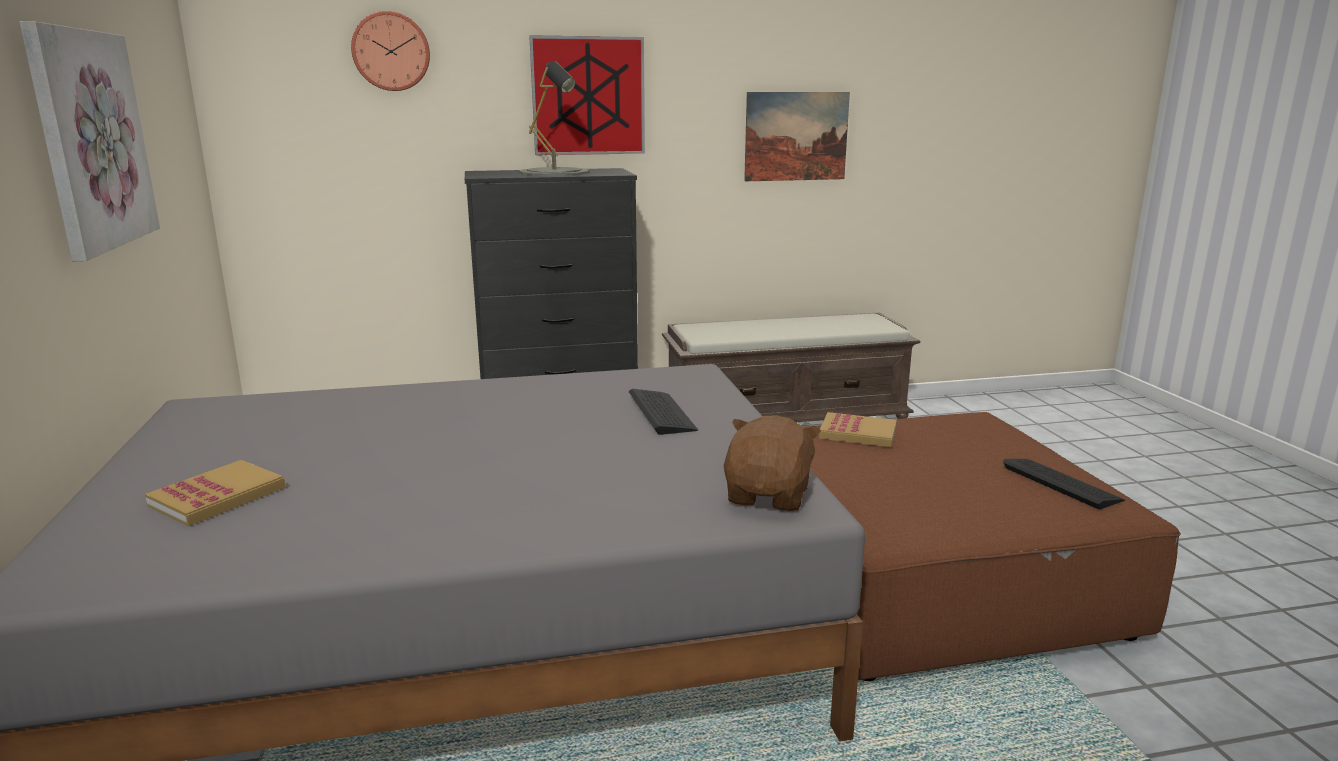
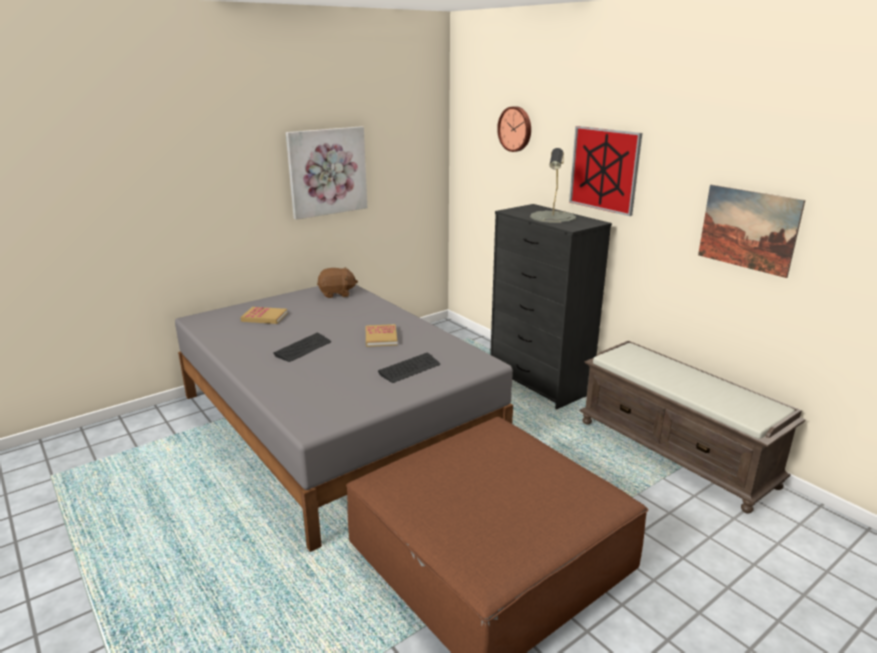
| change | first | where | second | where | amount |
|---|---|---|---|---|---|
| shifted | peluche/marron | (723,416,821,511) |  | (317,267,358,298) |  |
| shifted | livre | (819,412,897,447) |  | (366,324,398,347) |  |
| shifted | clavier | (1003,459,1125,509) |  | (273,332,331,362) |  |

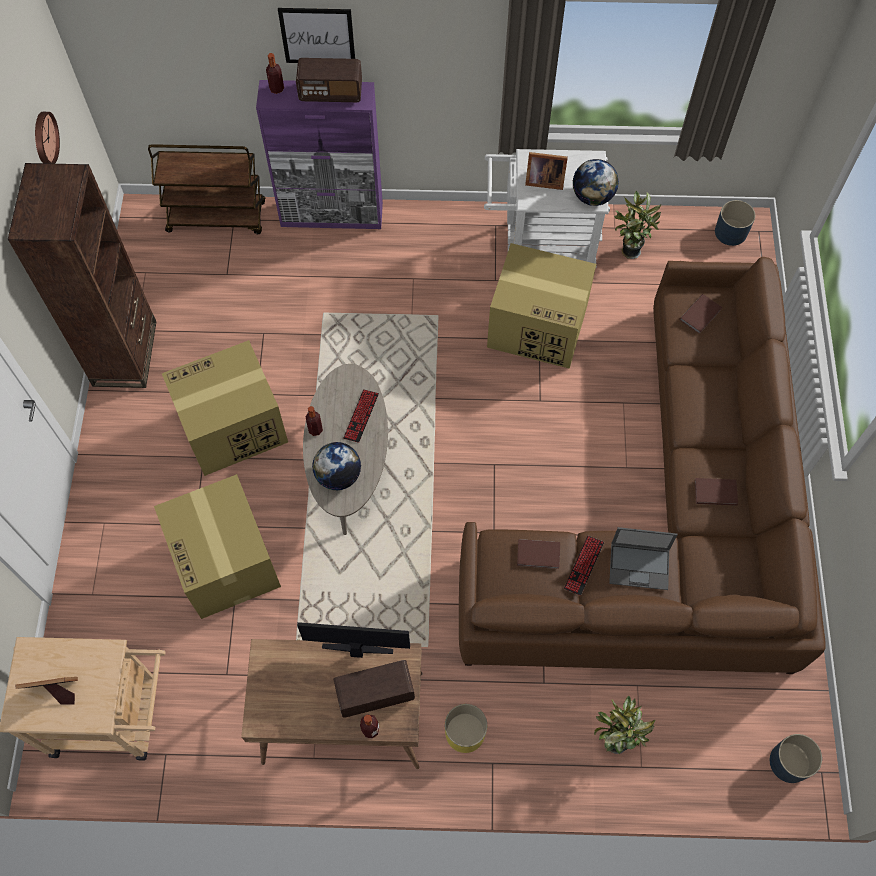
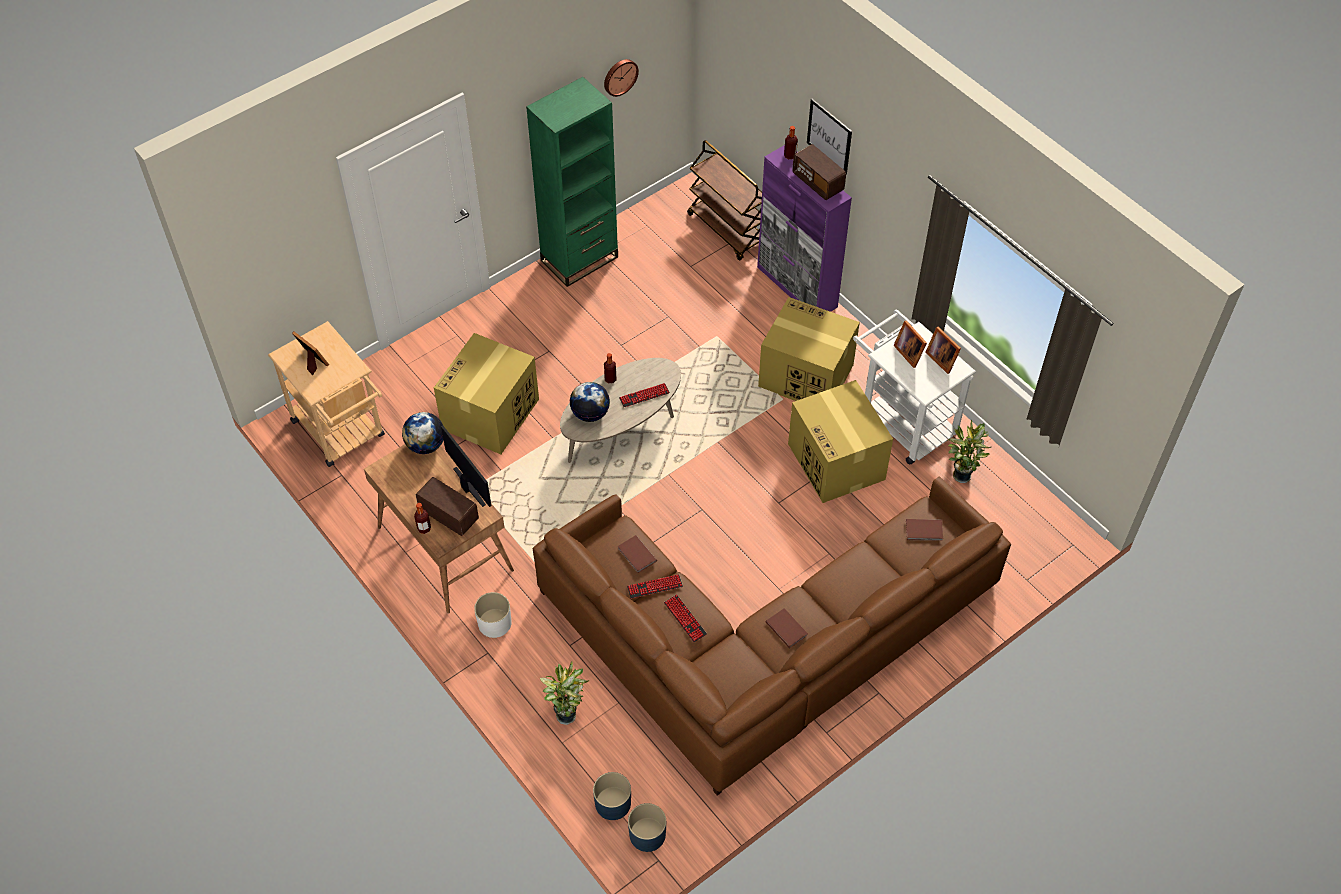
| change | first | where | second | where | amount |
|---|---|---|---|---|---|
| new |  |  | cadre photo | (925,327,961,374) |  |
| shifted | carton | (162,340,288,476) |  | (758,297,860,401) |  |
| shifted | globe | (573,159,619,206) |  | (402,412,443,454) |  |
| shifted | cache-pot/bleu | (715,200,755,246) |  | (593,772,631,820) |  |
| swapped | ordinateur portable | (609,527,678,590) | clavier | (664,594,707,642) |  |
| repainted | bibliothèque/marron | (7,163,156,388) | bibliothèque/vert | (526,77,618,287) |  |
| repainted | cache-pot/jaune | (445,704,487,753) | cache-pot/blanc | (474,592,512,638) |  |

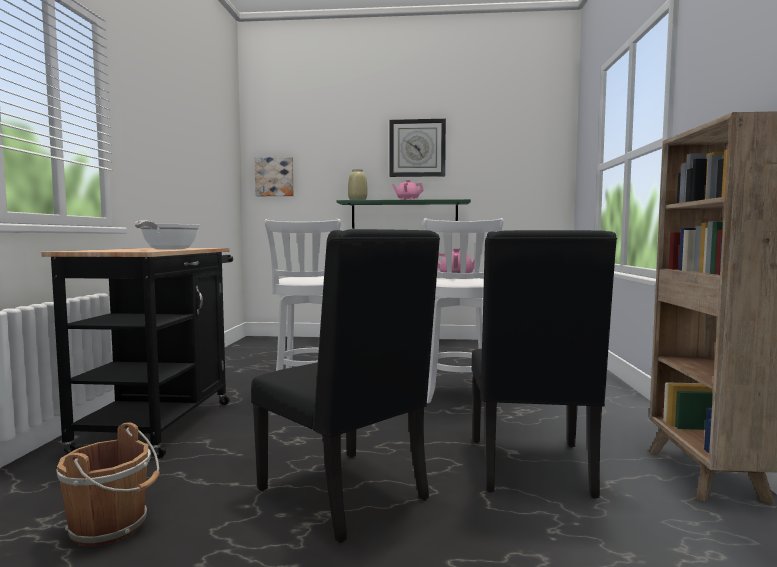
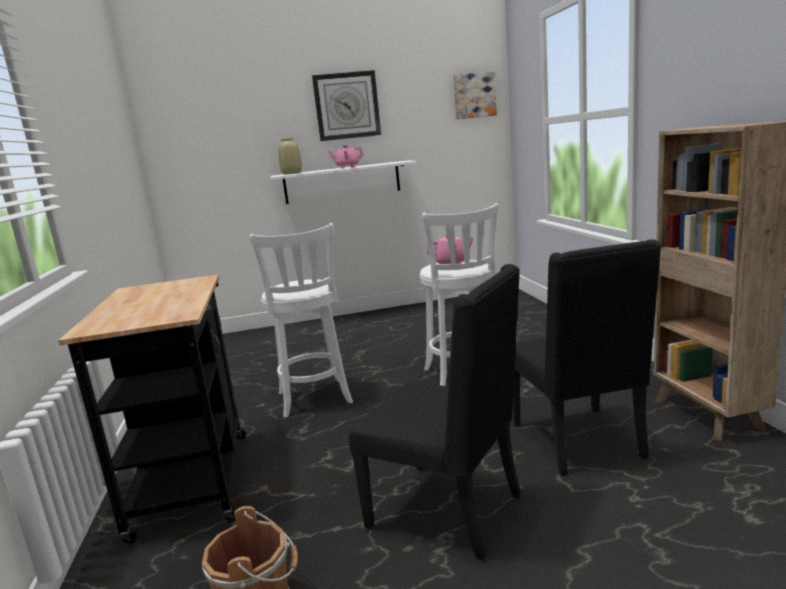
| change | first | where | second | where | amount |
|---|---|---|---|---|---|
| gone | poêle | (134,221,200,249) |  |  |  |
| shifted | tableau | (255,157,294,196) |  | (453,71,497,119) |  |
| repainted | étagère/vert | (337,199,471,229) | étagère/blanc | (271,161,416,204) |  |

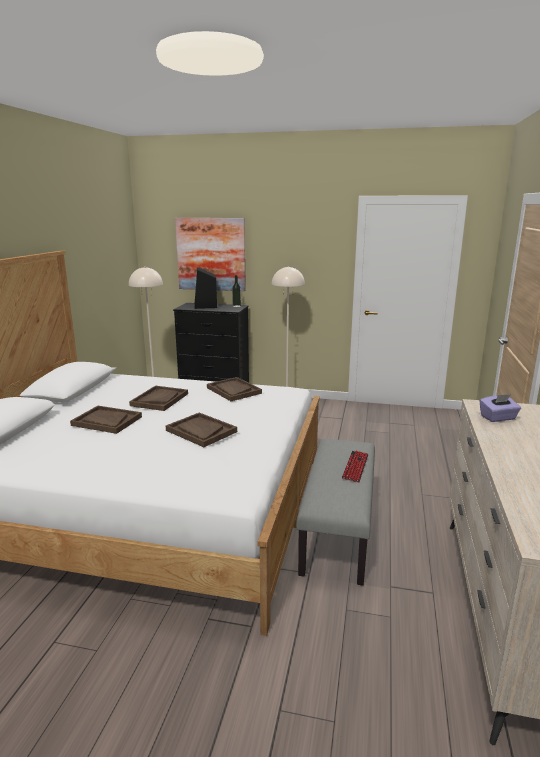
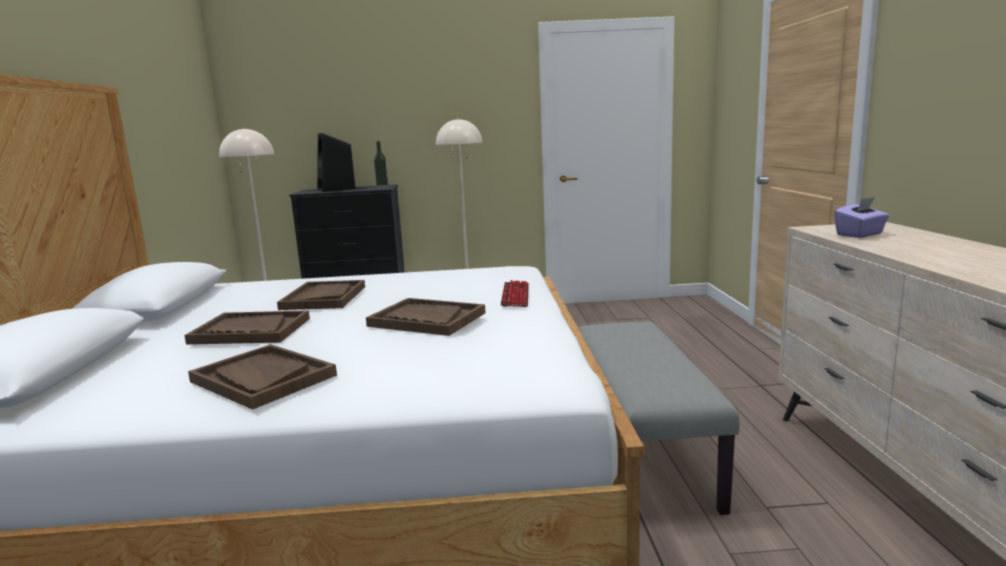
| change | first | where | second | where | amount |
|---|---|---|---|---|---|
| gone | tableau | (175,218,246,291) |  |  |  |
| shifted | plateau/marron | (207,377,262,401) |  | (188,344,337,410) |  |
| shifted | clavier | (342,451,368,482) |  | (501,280,529,307) |  |

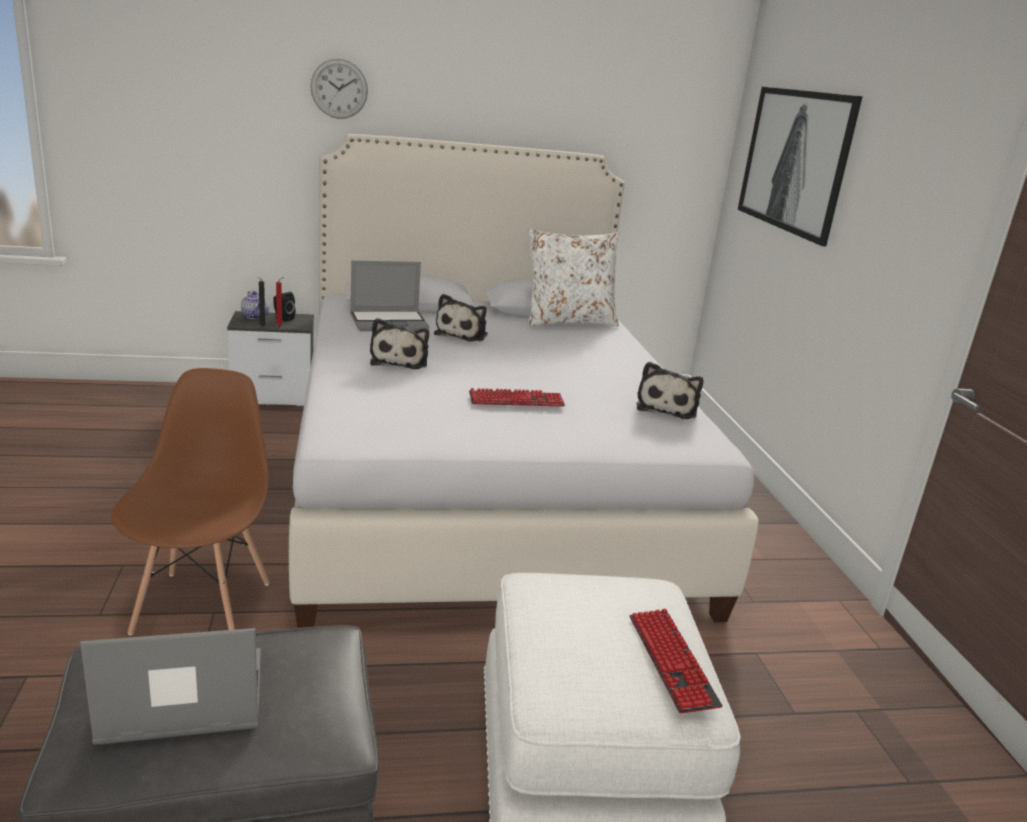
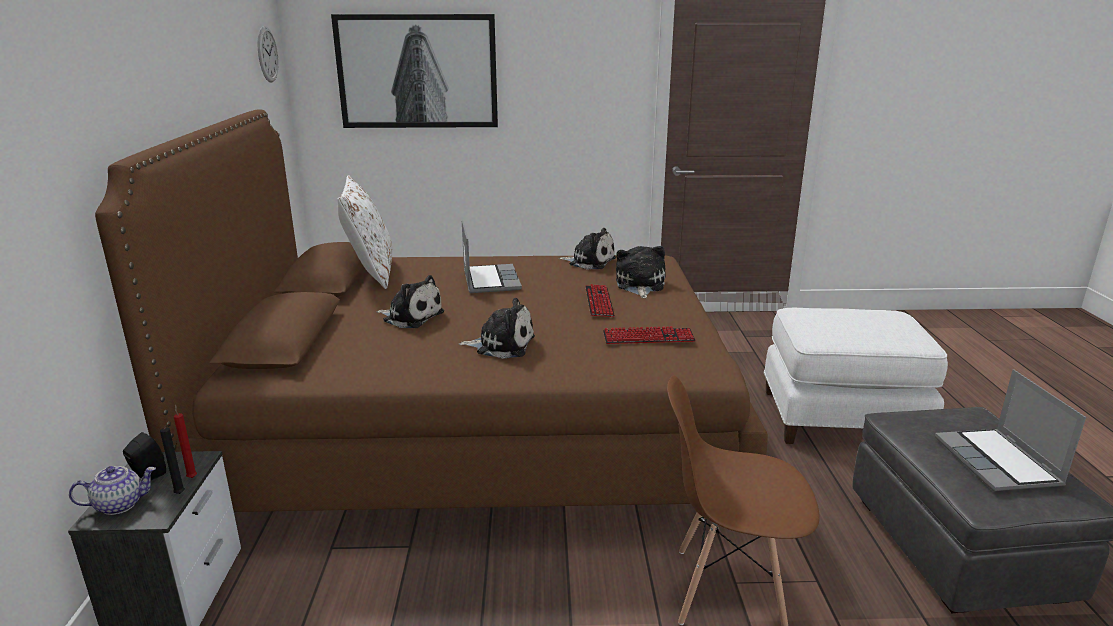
| change | first | where | second | where | amount |
|---|---|---|---|---|---|
| new |  |  | peluche | (616,246,666,298) |  |
| shifted | horloge murale | (310,59,368,119) |  | (258,26,279,82) |  |
| shifted | ordinateur portable | (350,261,429,331) |  | (462,220,522,293) |  |
| shifted | clavier | (629,608,723,714) |  | (603,326,696,344) |  |
| repainted | lit/blanc | (289,134,759,628) | lit/marron | (95,109,768,512) |  |

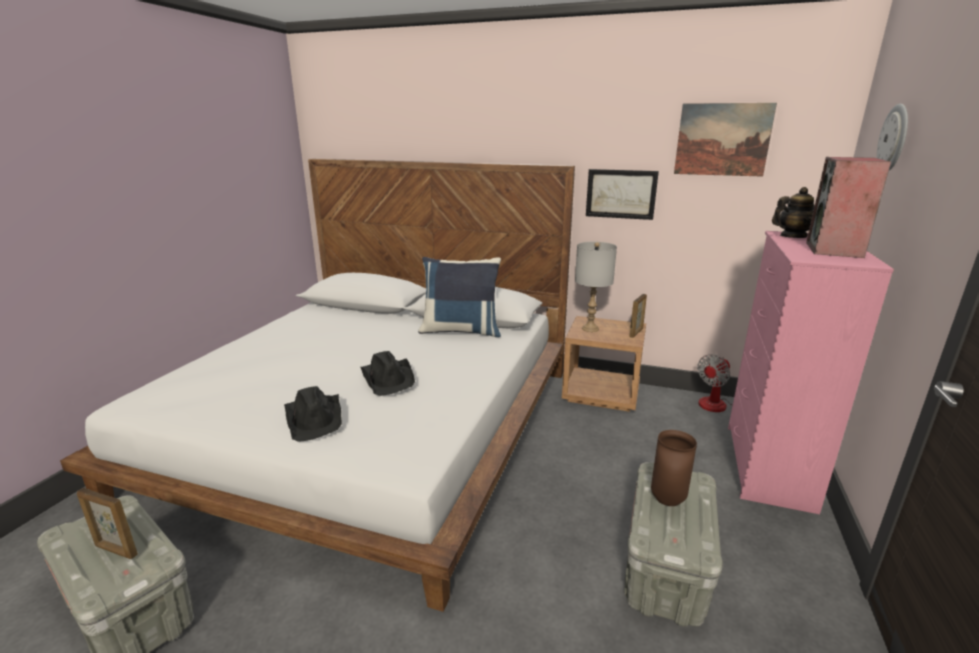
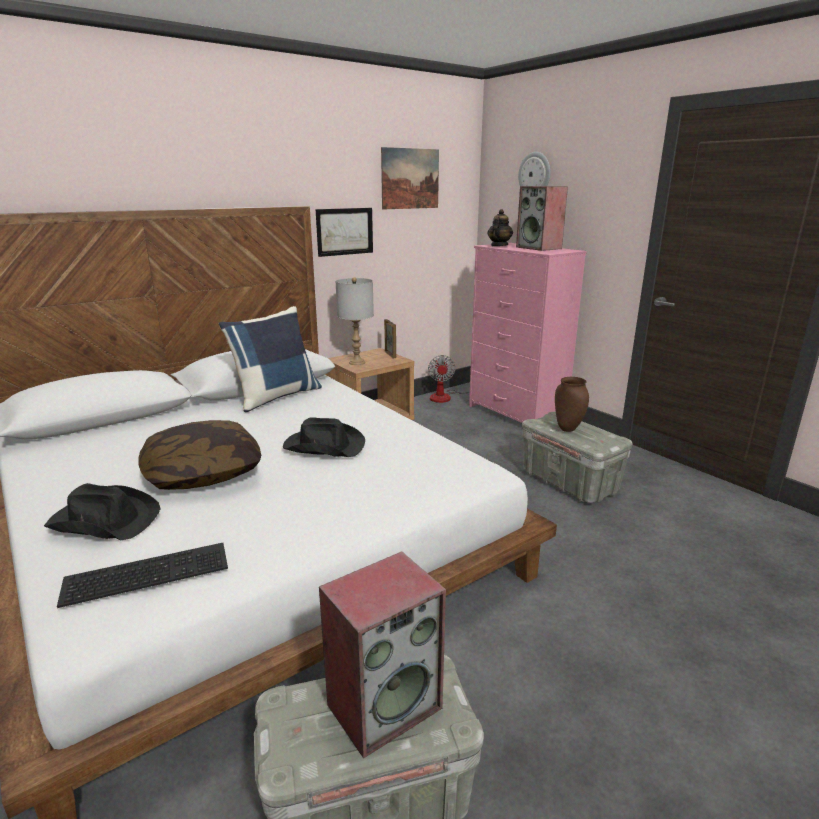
| change | first | where | second | where | amount |
|---|---|---|---|---|---|
| new |  |  | clavier | (57,543,228,608) |  |
| new |  |  | coussin | (139,420,261,490) |  |
| shifted | chapeau/noir | (284,386,342,442) |  | (44,483,161,540) |  |
| swapped | cadre photo | (77,488,138,559) | enceinte | (319,552,446,759) |  |

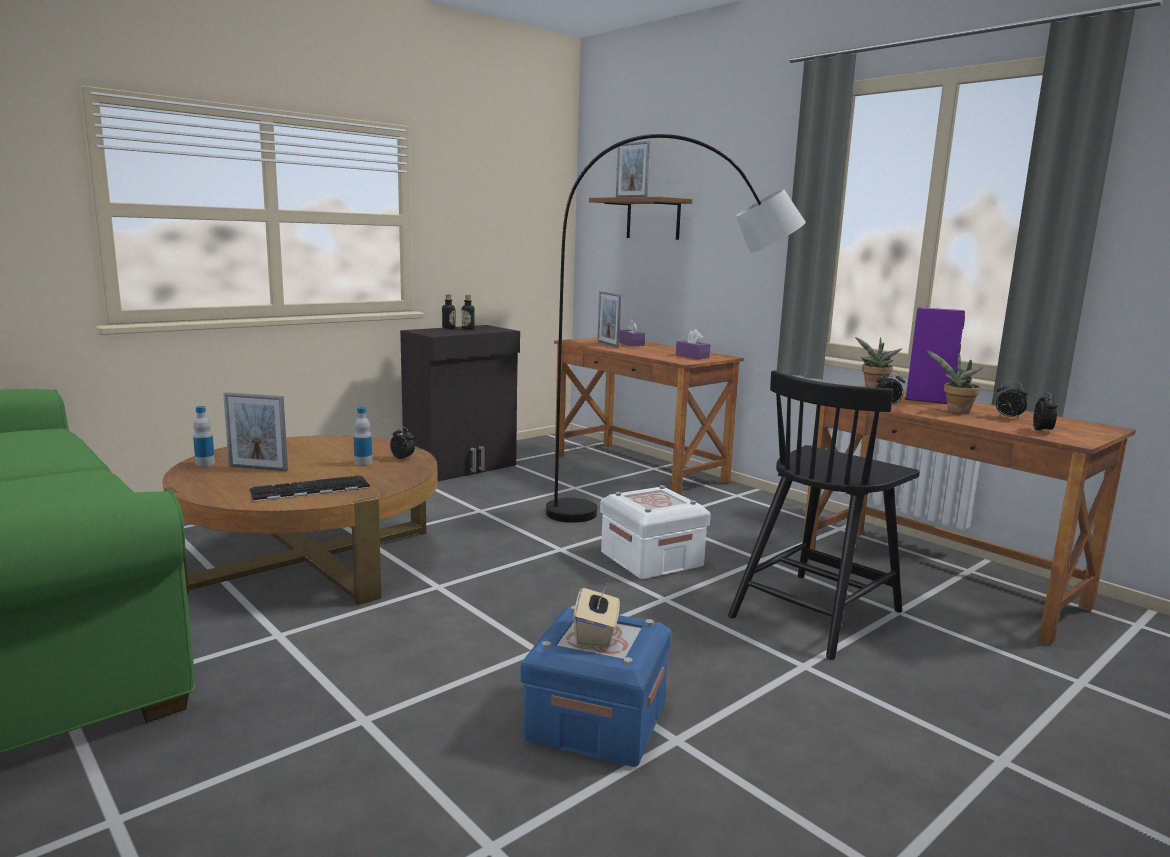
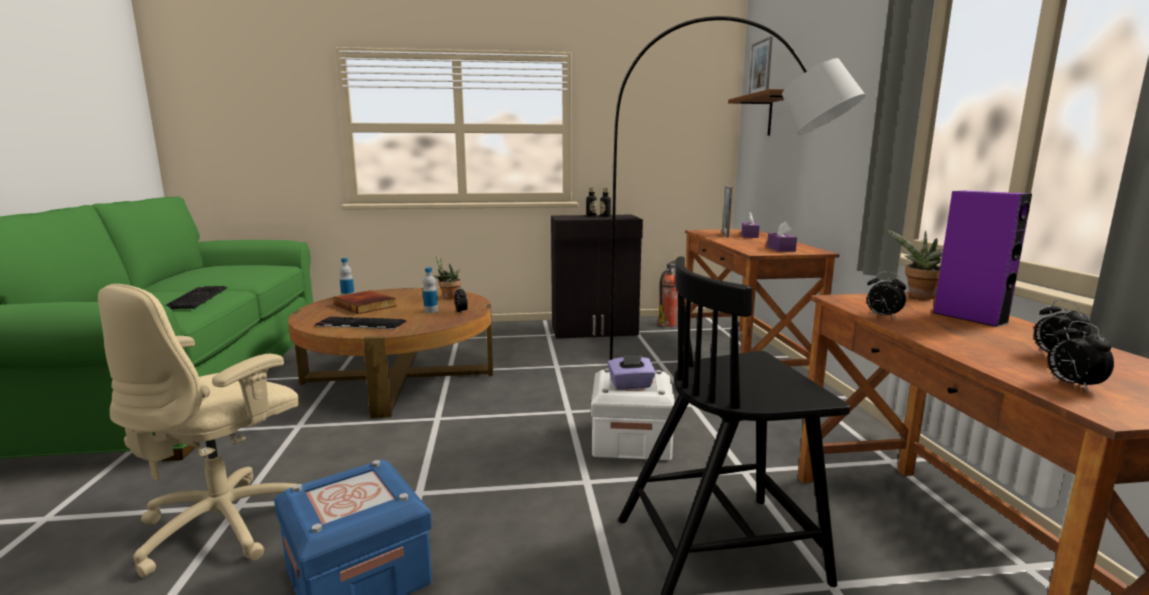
| change | first | where | second | where | amount |
|---|---|---|---|---|---|
| gone | boîte à mouchoirs/beige | (573,586,620,648) |  |  |  |
| new |  |  | chaise de bureau/beige | (98,284,302,578) |  |
| new |  |  | clavier | (166,286,227,310) |  |
| new |  |  | boîte à mouchoirs/violet | (607,355,656,390) |  |
| new |  |  | extincteur | (659,260,677,327) |  |
| shifted | plante en pot | (927,350,983,414) |  | (435,255,461,299) |  |
| swapped | cadre photo | (223,392,288,471) | livre | (333,290,396,314) |  |
| rotated | réveil | (1033,392,1057,434) |  | (1047,321,1114,392) | 120 degrees clockwise |

